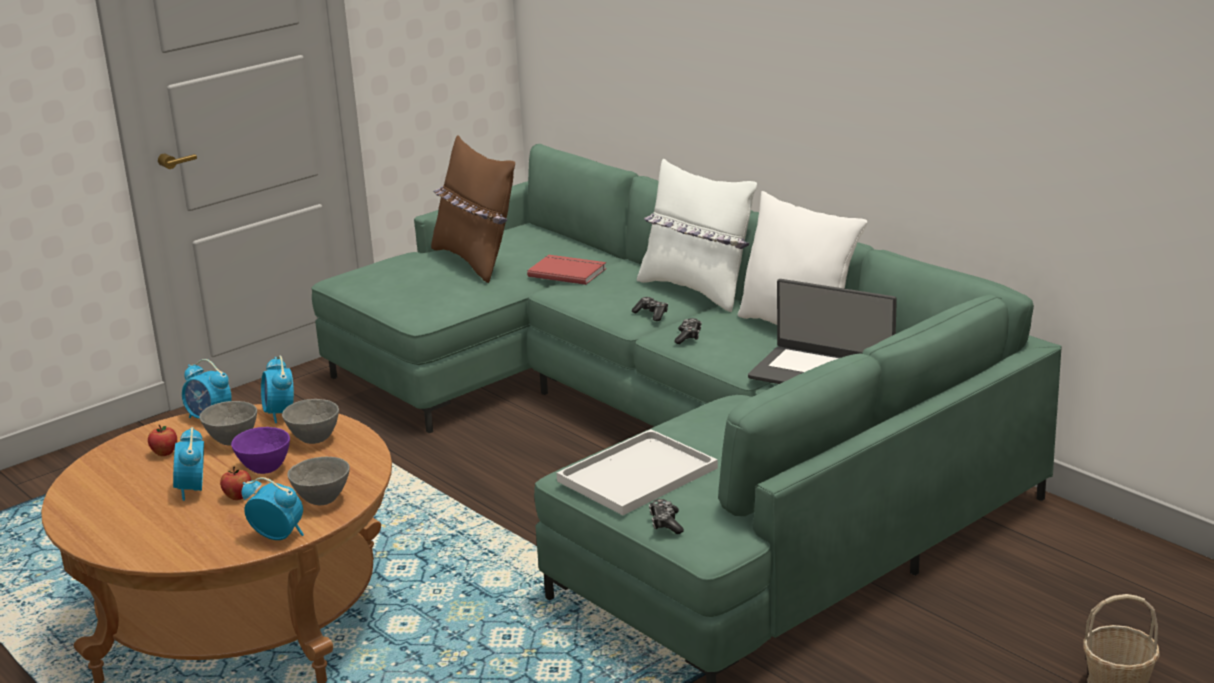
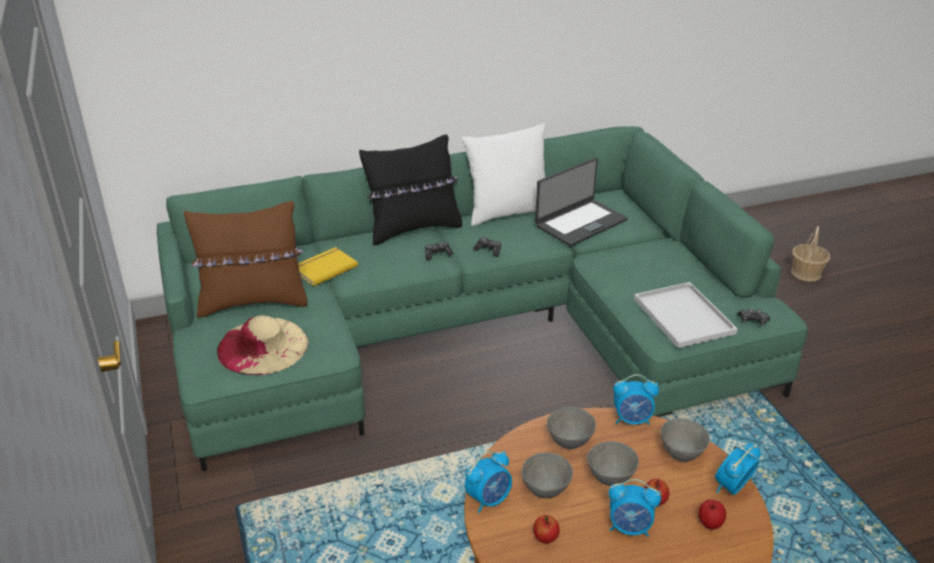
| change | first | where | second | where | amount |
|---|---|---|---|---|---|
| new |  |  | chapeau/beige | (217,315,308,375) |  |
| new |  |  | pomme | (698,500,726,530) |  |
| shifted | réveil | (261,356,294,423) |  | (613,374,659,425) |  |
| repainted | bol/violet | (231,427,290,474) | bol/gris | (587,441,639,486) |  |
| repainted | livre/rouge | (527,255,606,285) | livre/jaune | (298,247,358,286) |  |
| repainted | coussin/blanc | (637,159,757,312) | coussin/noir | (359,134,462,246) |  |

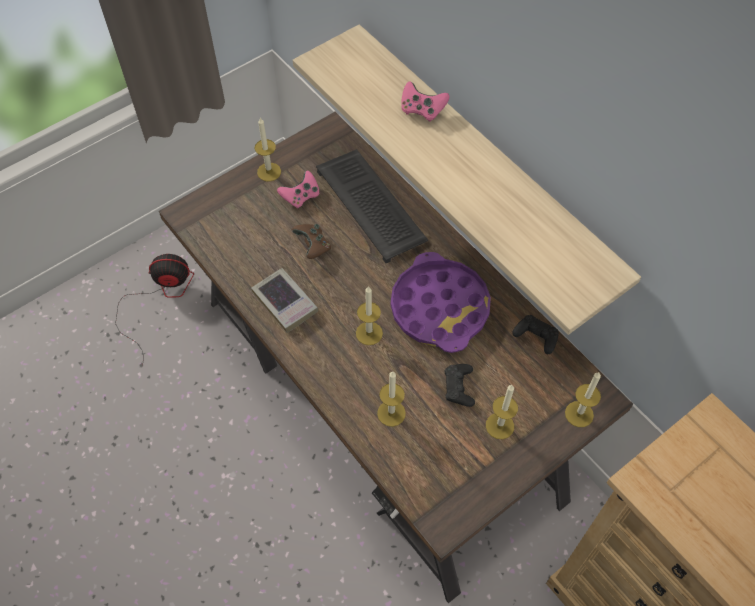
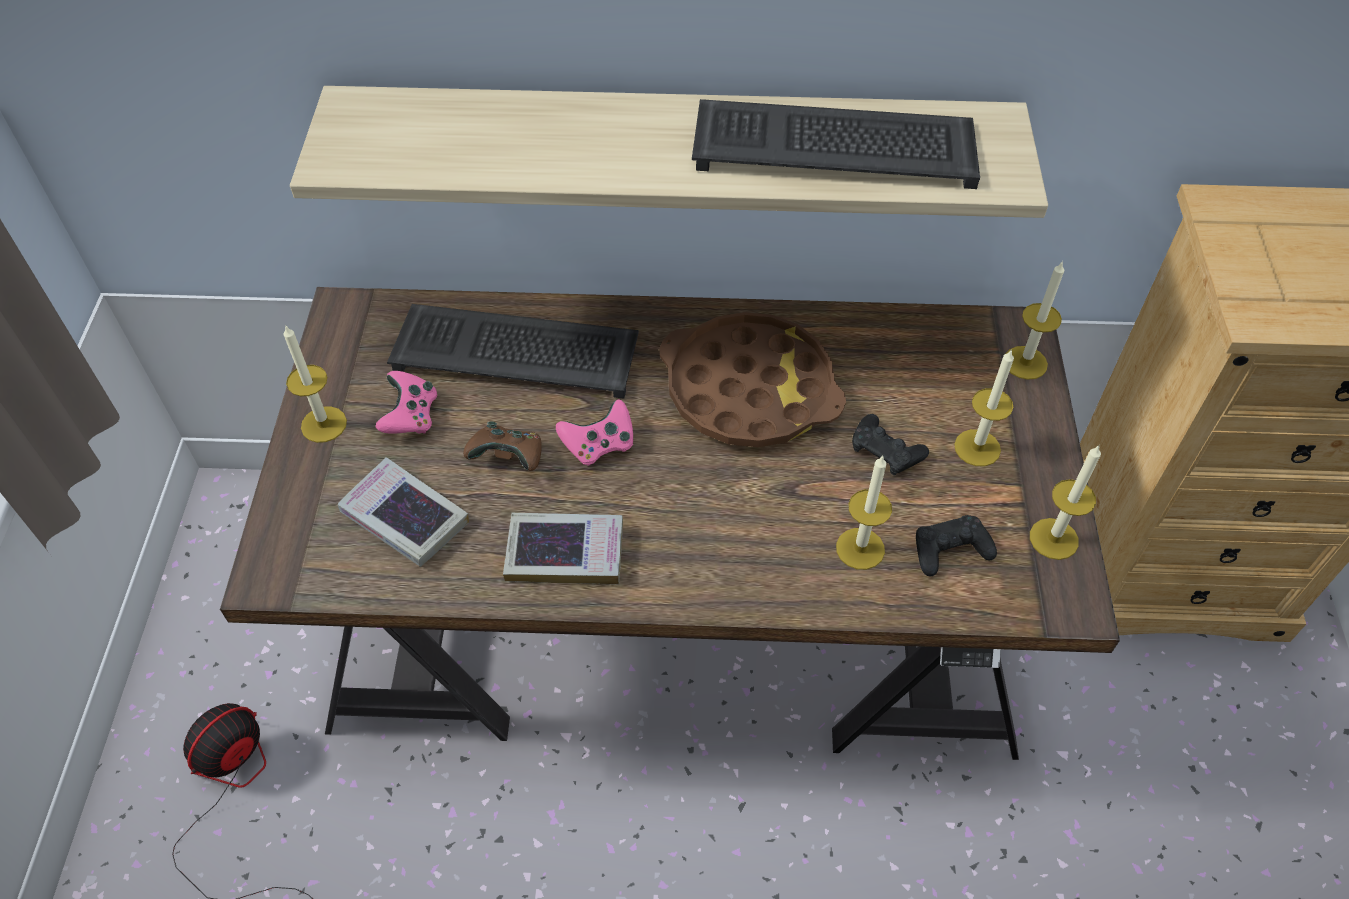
| change | first | where | second | where | amount |
|---|---|---|---|---|---|
| new |  |  | livre | (338,457,469,567) |  |
| new |  |  | clavier | (692,99,980,189) |  |
| shifted | bougie | (356,286,383,345) |  | (1030,446,1101,560) |  |
| shifted | manette/rose | (401,82,450,122) |  | (556,399,633,466) |  |
| shifted | manette/noir | (512,315,559,354) |  | (916,515,997,576) |  |
| repainted | plateau/violet | (391,252,491,353) | plateau/marron | (659,312,846,447) |  |

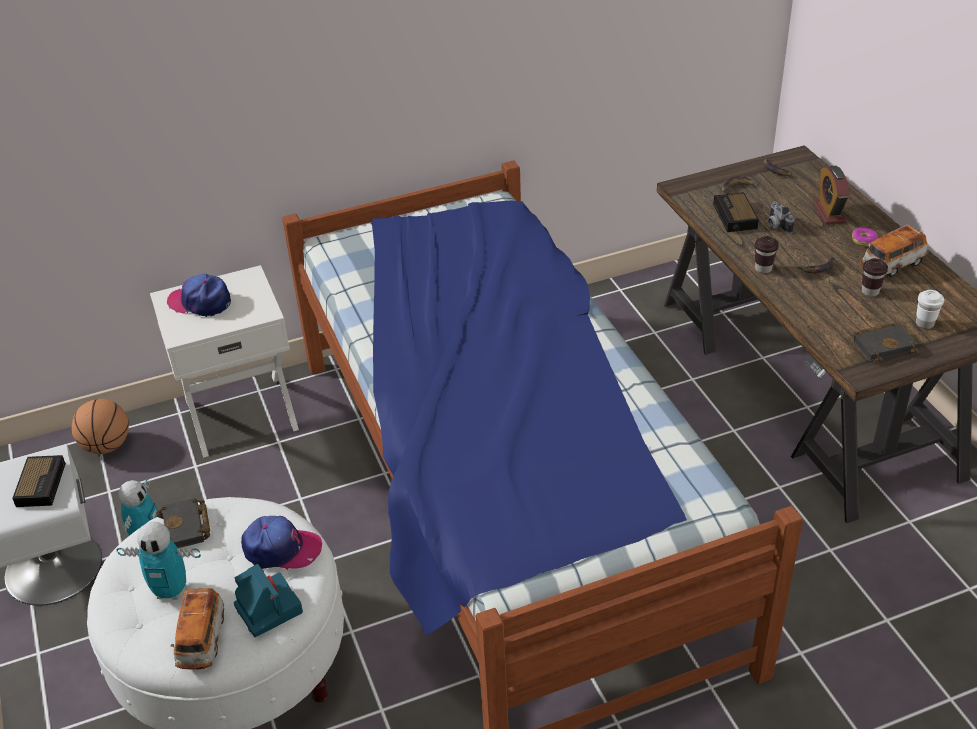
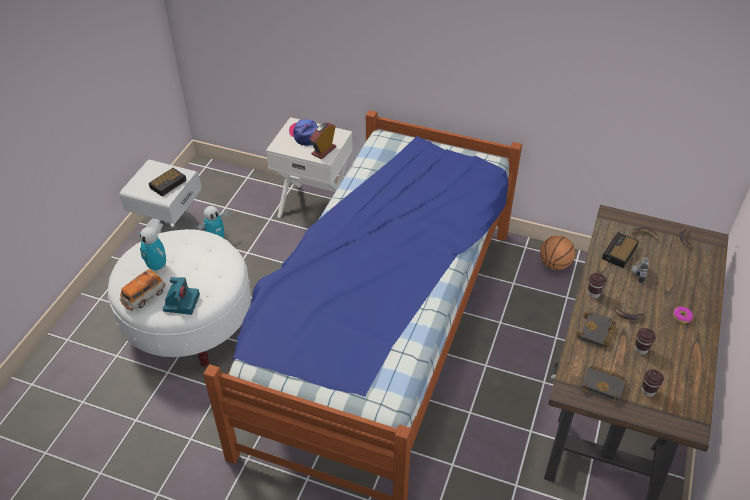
| change | first | where | second | where | amount |
|---|---|---|---|---|---|
| gone | casquette | (241,516,322,570) |  |  |  |
| gone | petite voiture | (862,224,928,277) |  |  |  |
| shifted | ballon de basket | (71,399,129,454) |  | (540,236,575,270) |  |
| shifted | livre/noir | (156,498,210,548) |  | (576,311,616,348) |  |
| shifted | réveil | (813,166,850,225) |  | (310,123,336,159) |  |
| repainted | tasse/blanc | (916,290,944,329) | tasse/marron | (642,369,664,397) |  |

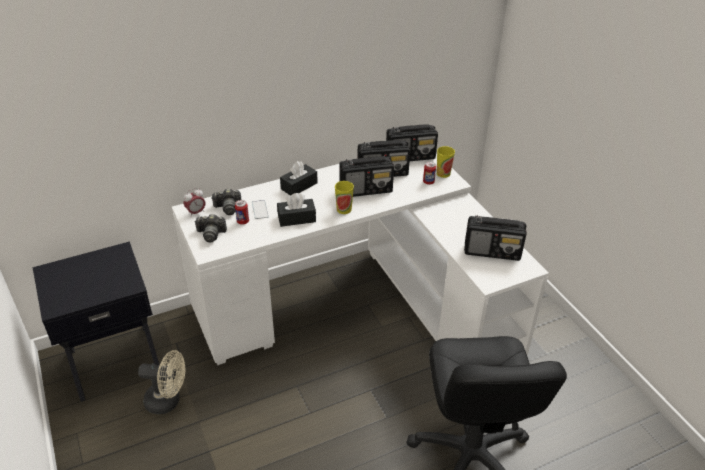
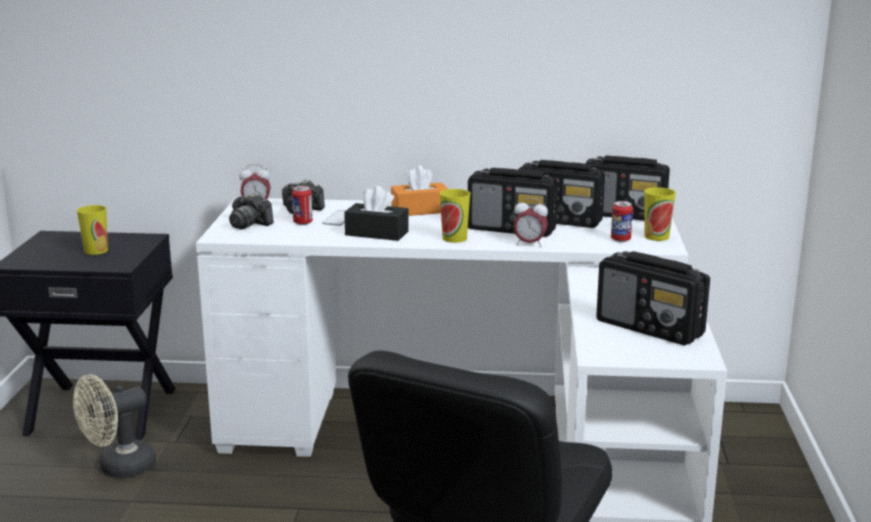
| change | first | where | second | where | amount |
|---|---|---|---|---|---|
| new |  |  | tasse | (77,205,108,255) |  |
| new |  |  | réveil | (513,198,548,247) |  |
| repainted | boîte à mouchoirs/noir | (280,161,318,196) | boîte à mouchoirs/orange | (391,165,448,216) |  |
| rotated | ventilateur/beige | (138,350,185,414) |  | (73,374,156,478) | 105 degrees clockwise |

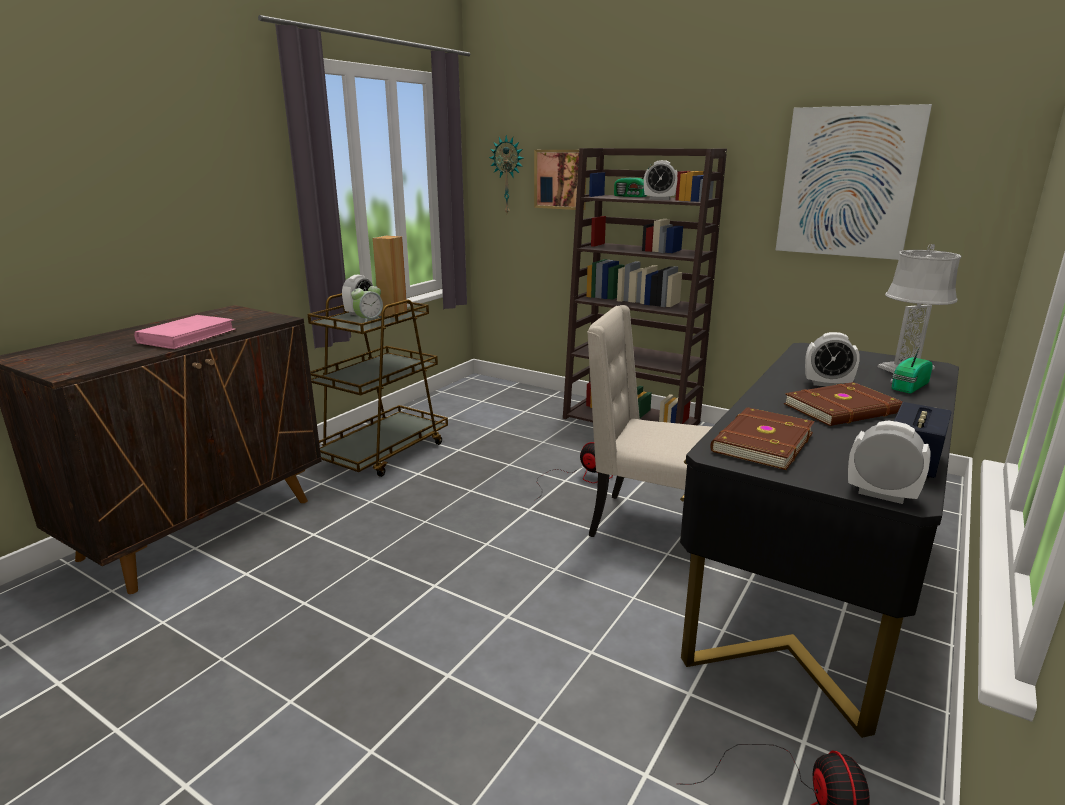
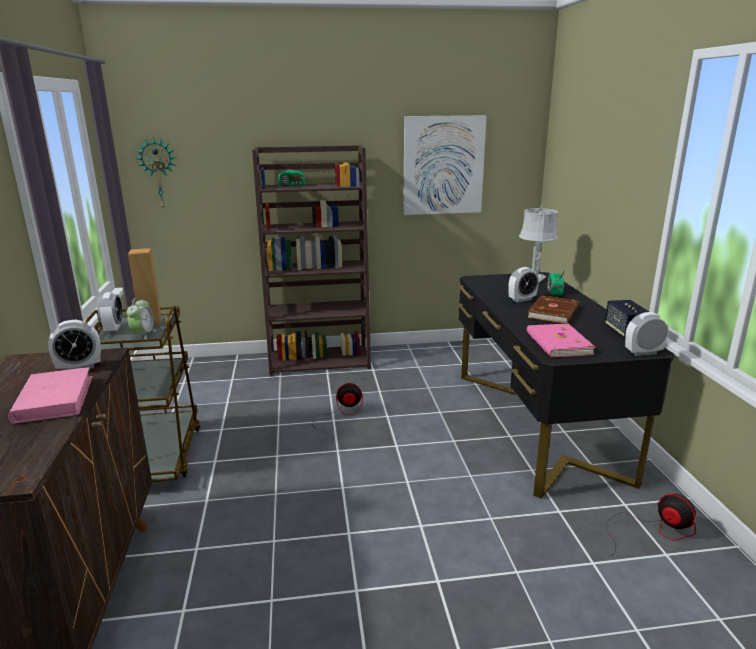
| change | first | where | second | where | amount |
|---|---|---|---|---|---|
| gone | tableau | (534,150,587,210) |  |  |  |
| gone | chaise/beige | (587,305,712,561) |  |  |  |
| shifted | réveil | (644,160,678,200) |  | (48,320,101,370) |  |
| repainted | livre/marron | (710,407,815,470) | livre/rose | (527,324,596,357) |  |

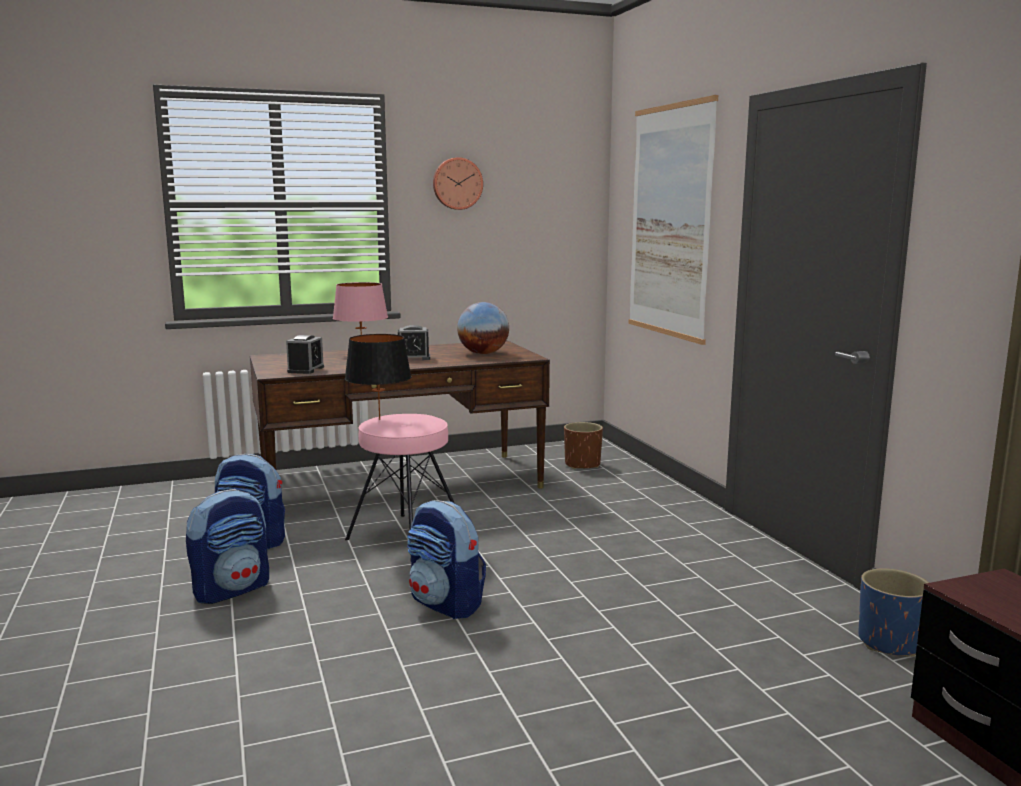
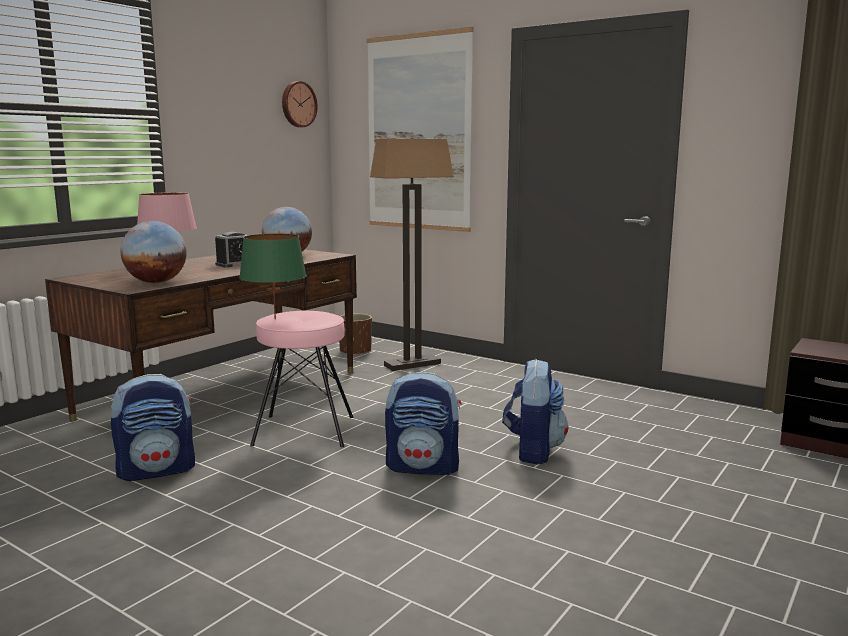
| change | first | where | second | where | amount |
|---|---|---|---|---|---|
| gone | cache-pot/bleu | (858,569,929,657) |  |  |  |
| new |  |  | lampadaire | (370,138,454,371) |  |
| shifted | sac à dos | (186,489,269,604) |  | (502,359,568,464) |  |
| shifted | horloge murale | (433,157,483,210) |  | (282,81,318,127) |  |
| swapped | réveil | (286,335,324,374) | globe | (121,221,187,283) |  |
| repainted | lampe de table/noir | (345,334,411,420) | lampe de table/vert | (239,234,307,319) |  |

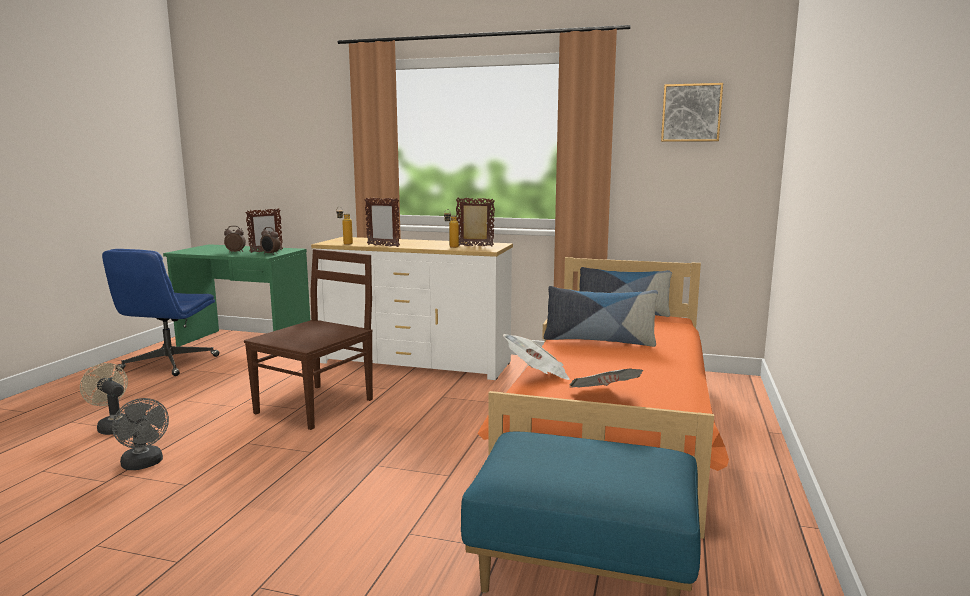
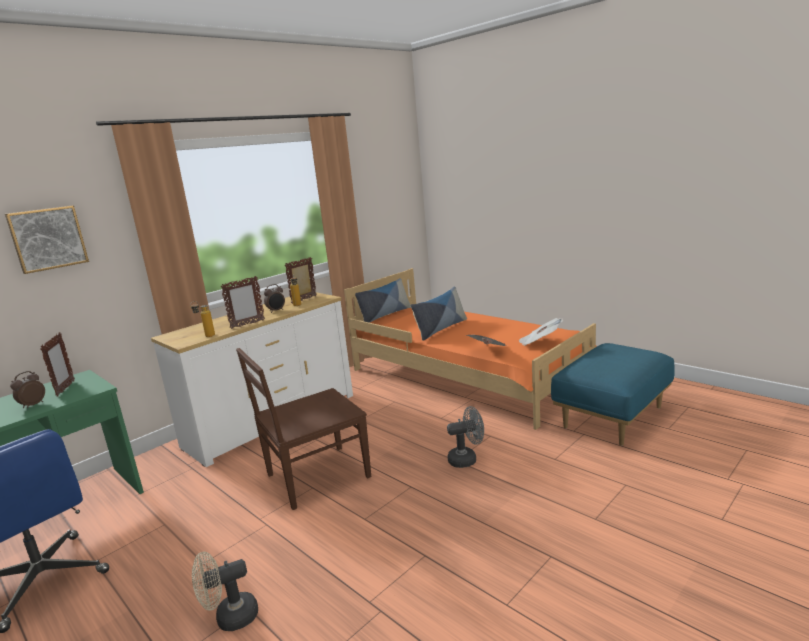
| change | first | where | second | where | amount |
|---|---|---|---|---|---|
| shifted | ventilateur/gris | (112,398,169,470) |  | (447,406,484,468) |  |
| shifted | réveil | (260,227,280,255) |  | (264,284,285,313) |  |
| shifted | tableau | (661,83,723,142) |  | (5,206,89,274) |  |
| rotated | chaise/marron | (244,249,373,430) |  | (236,348,371,510) | 90 degrees counterclockwise |

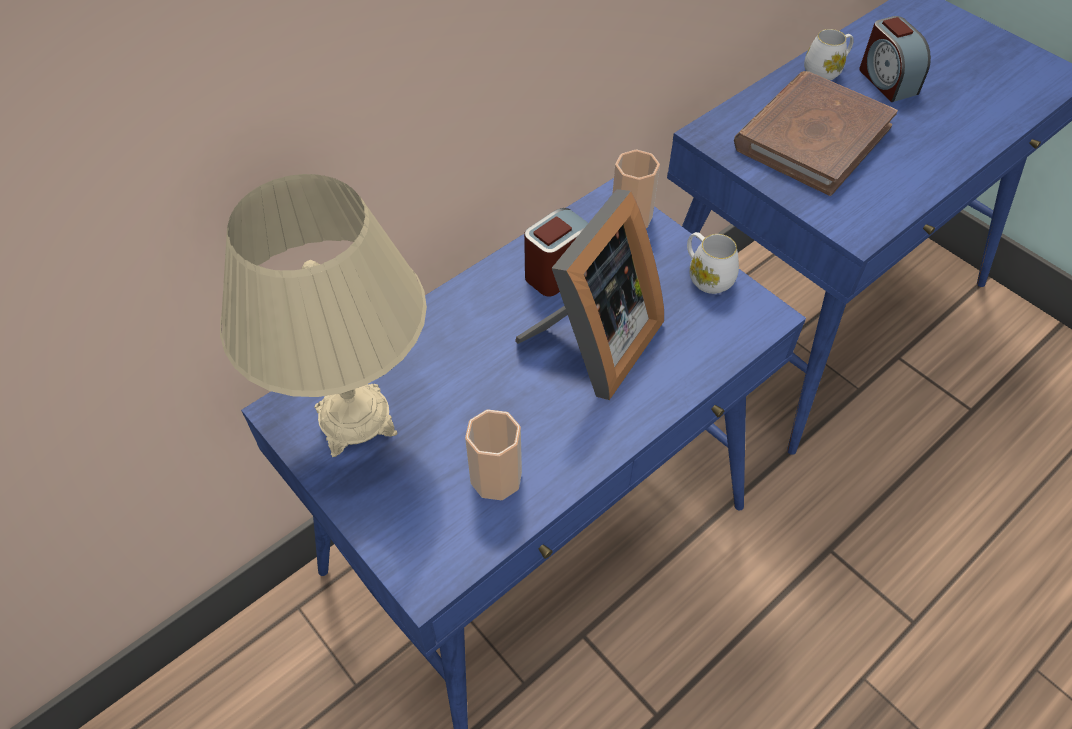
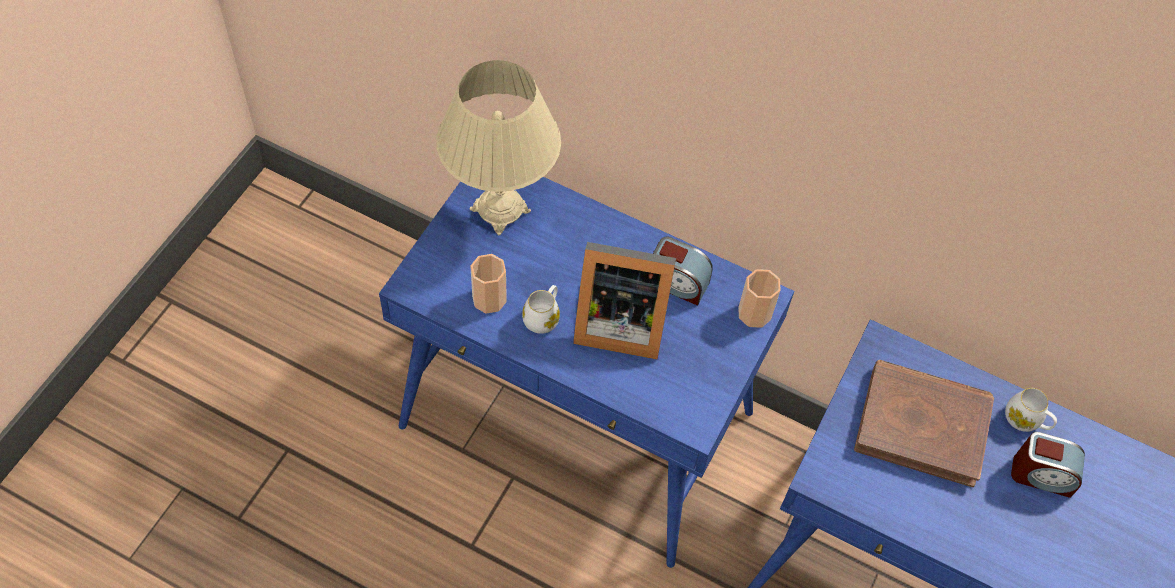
| change | first | where | second | where | amount |
|---|---|---|---|---|---|
| shifted | mug/blanc | (687,232,739,294) |  | (522,285,560,334) |  |
| rotated | réveil | (859,16,931,102) |  | (1011,432,1085,498) | 120 degrees counterclockwise |

